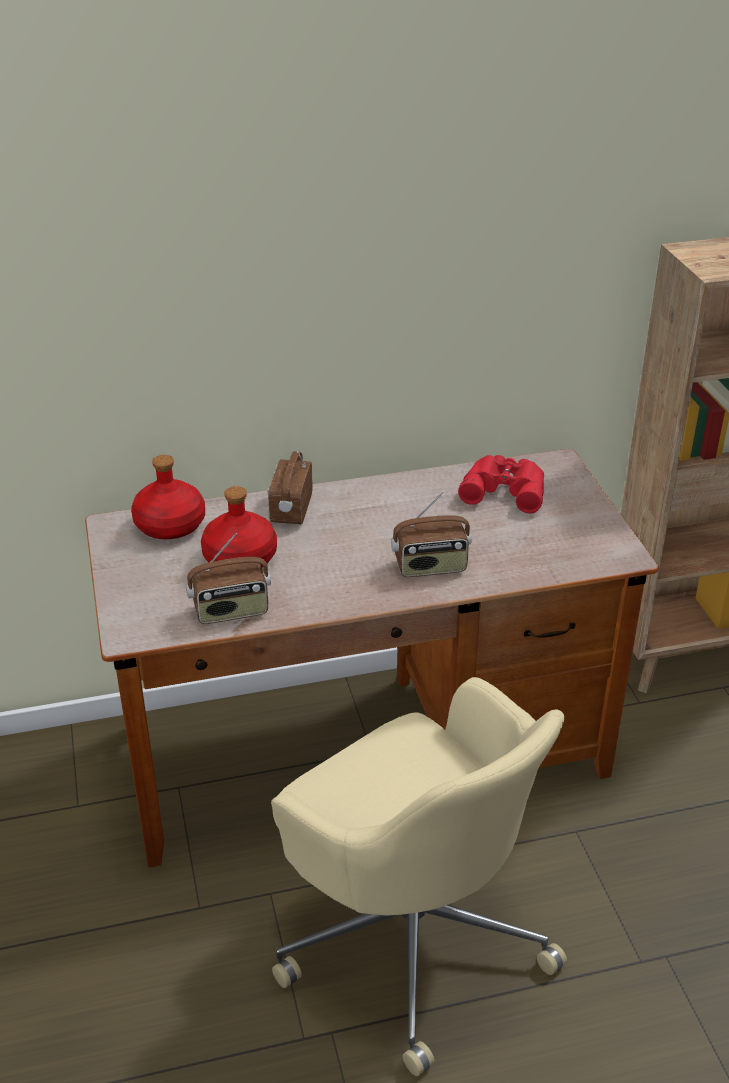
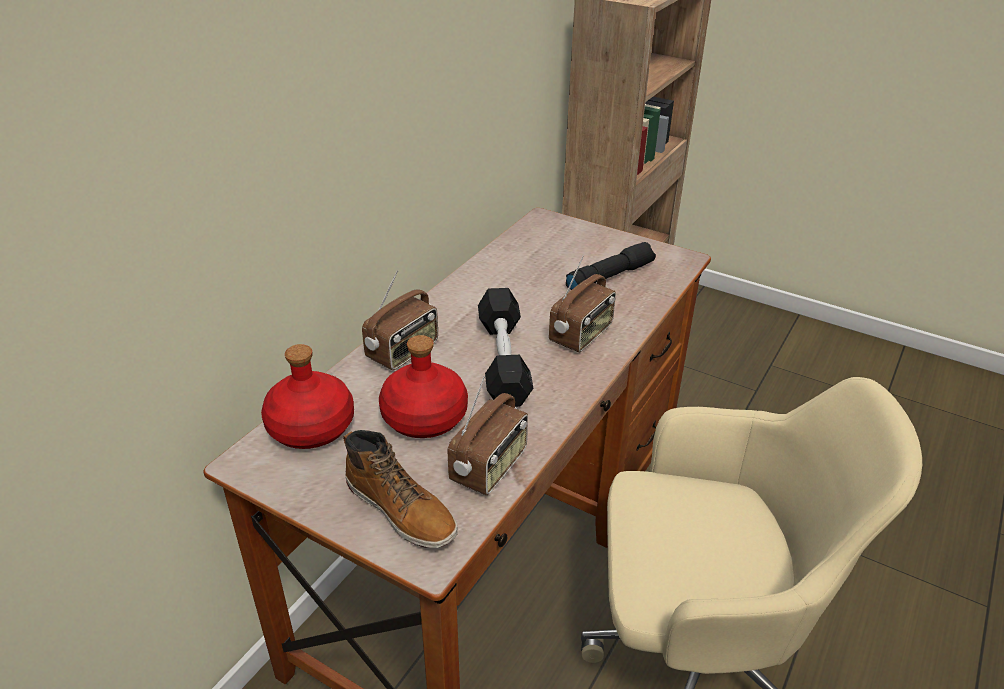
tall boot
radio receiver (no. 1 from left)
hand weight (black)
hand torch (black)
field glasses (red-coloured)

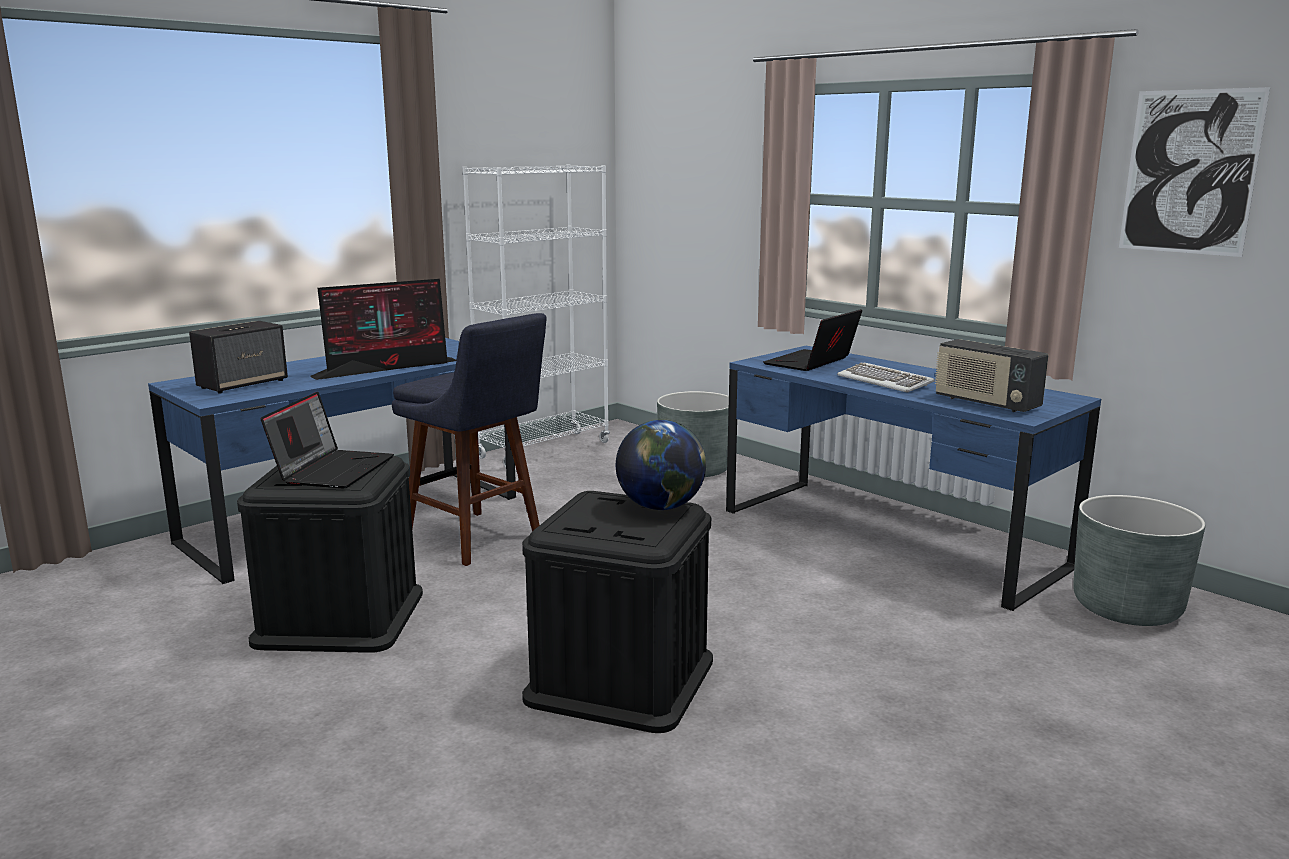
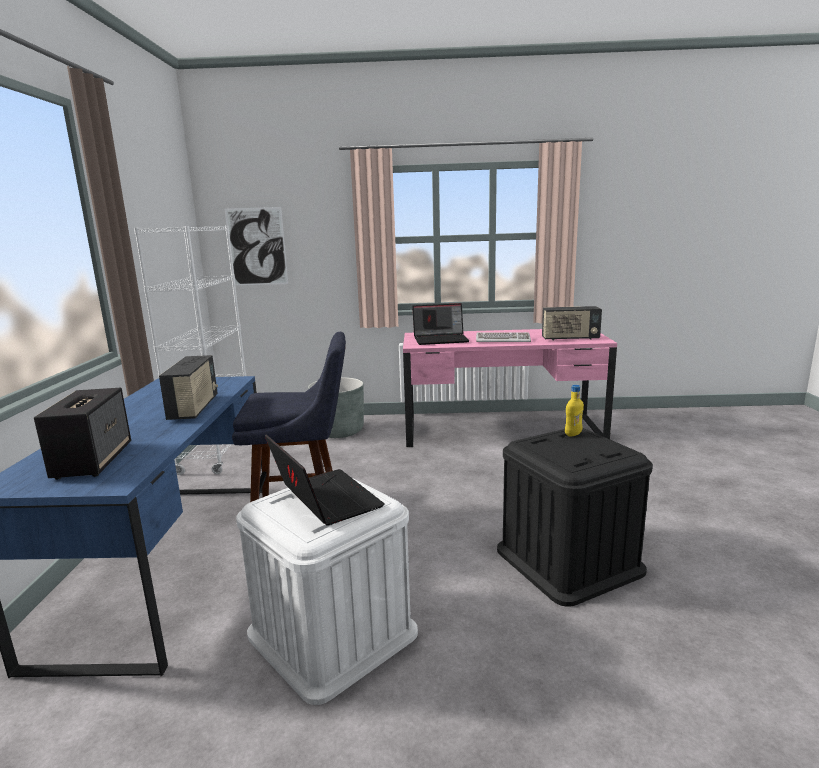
radio receiver (no. 1 from left)
picture
storage bin (white)
desk table (pink-coloured)
notebook computer (no. 2 from left)
beverage bottle (yellow)
planter (greyish) (no. 2 from left in the first image)

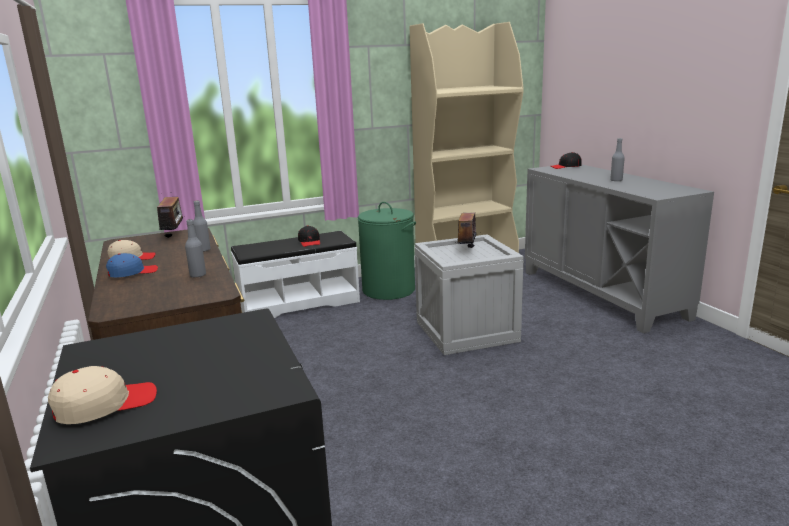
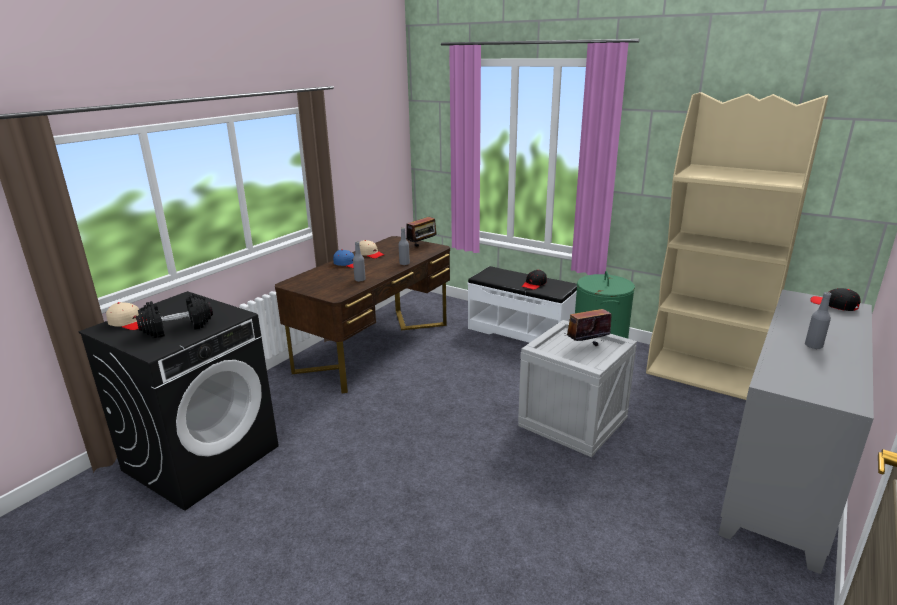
hand weight (black)

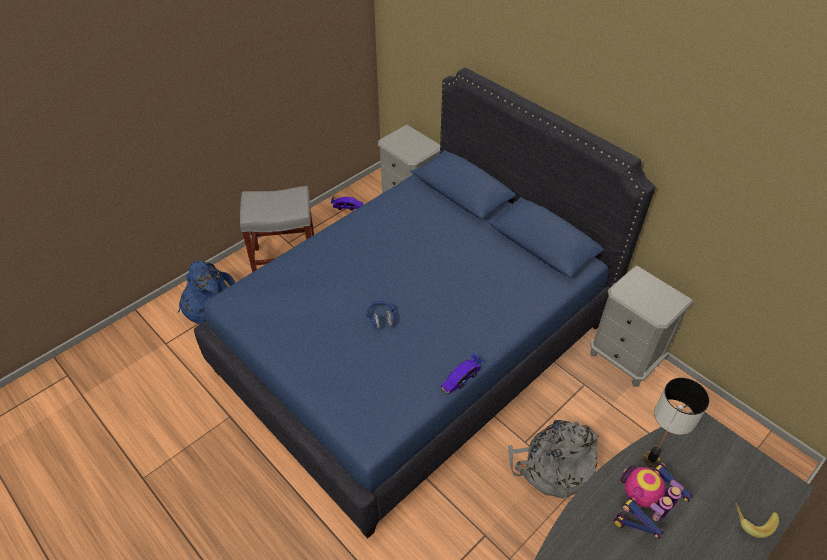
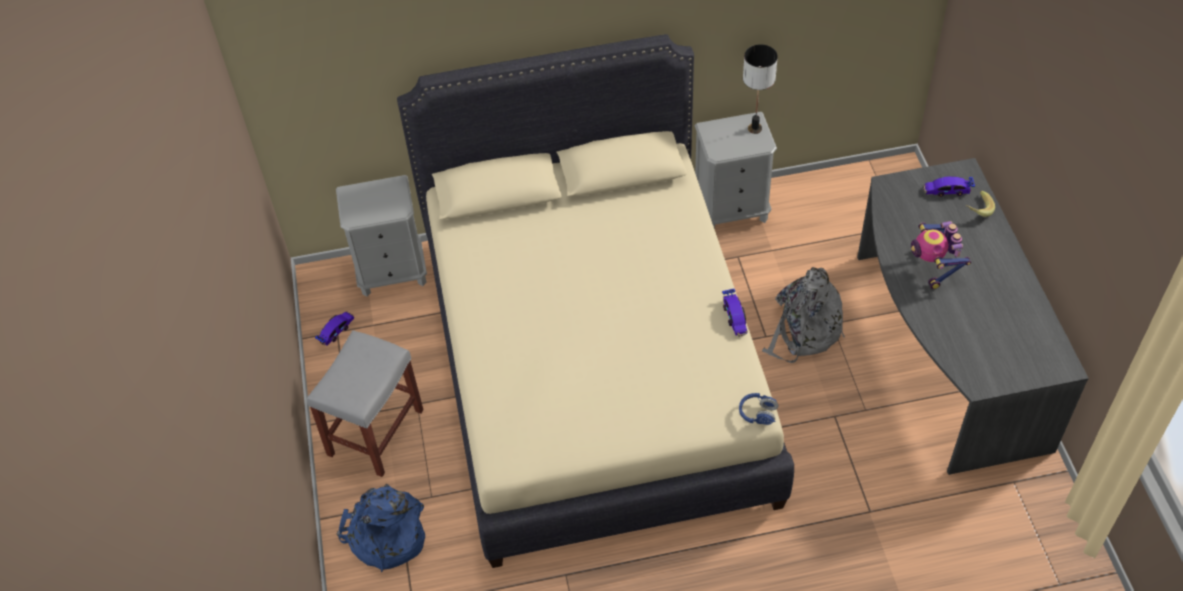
bedroom bed (beige-coloured)
headphones (bluish)
table lamp
model car (no. 3 from left)

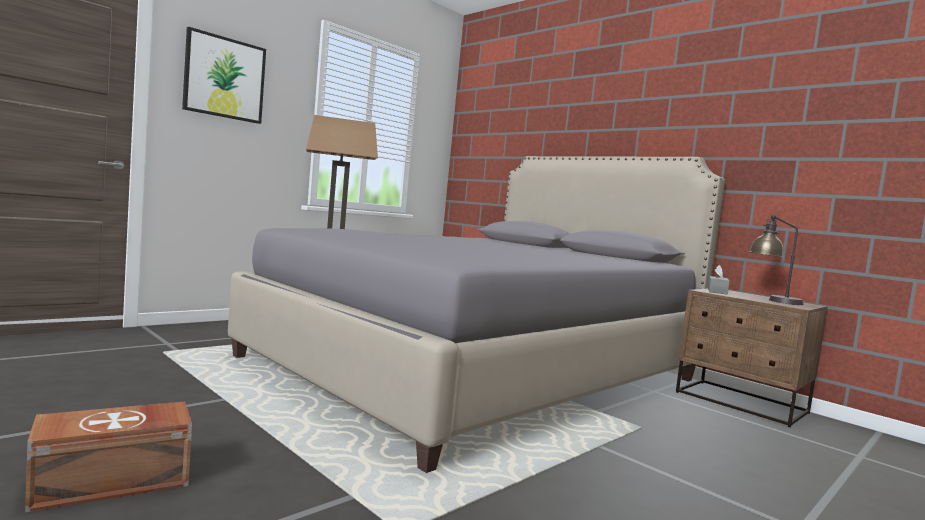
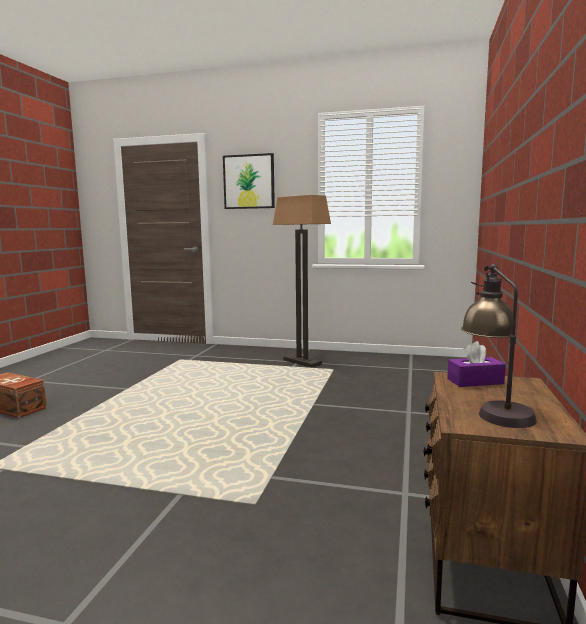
tissue box (purplish)
bedroom bed (greyish)

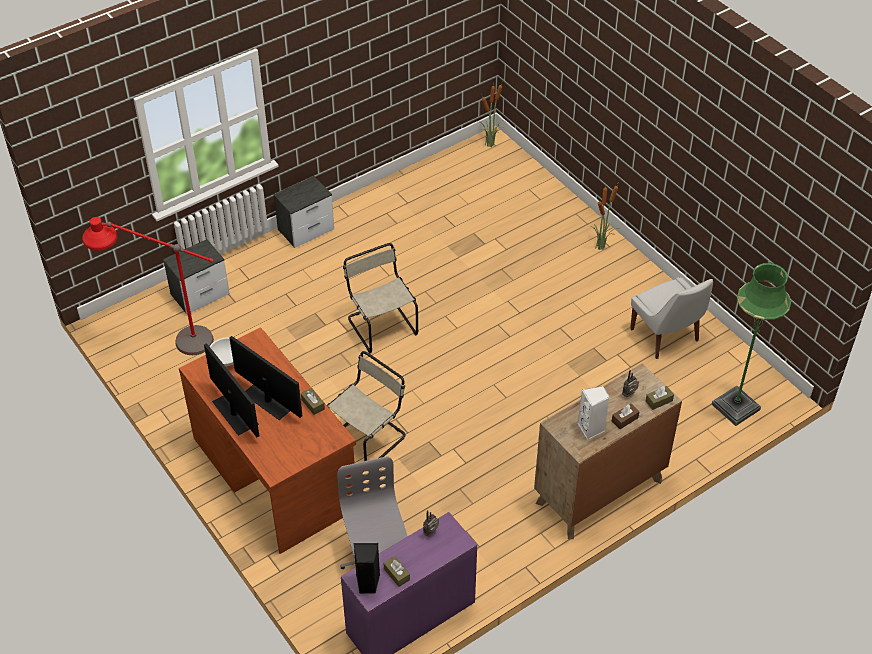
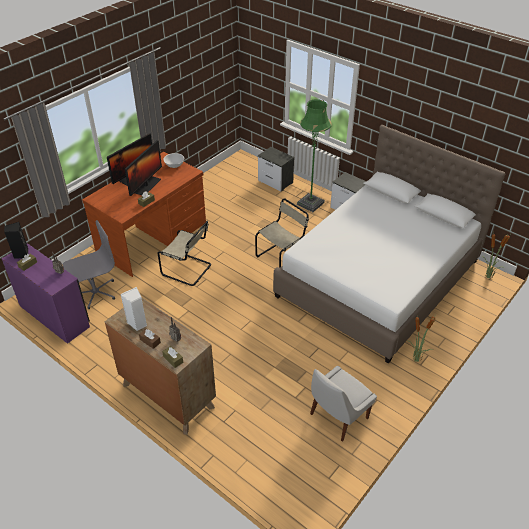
bedroom bed (white)
standing lamp (green-coloured)
standing lamp (red-coloured)

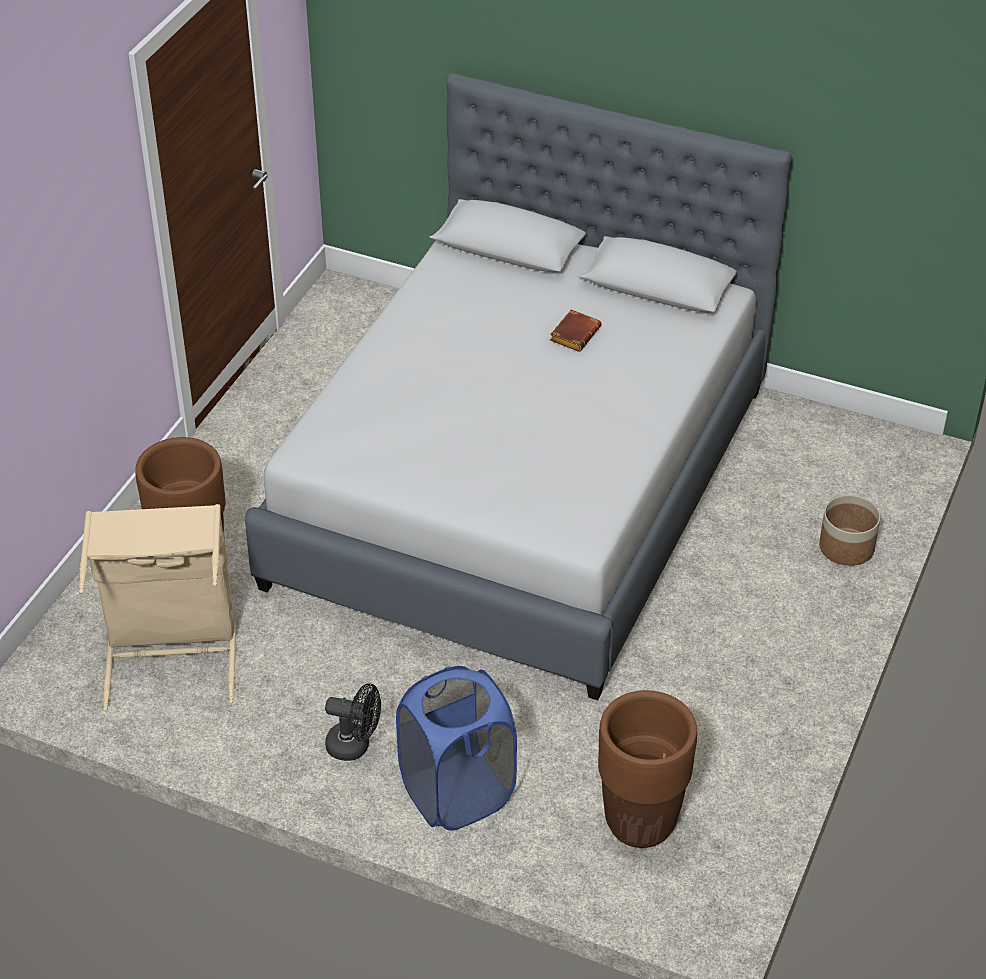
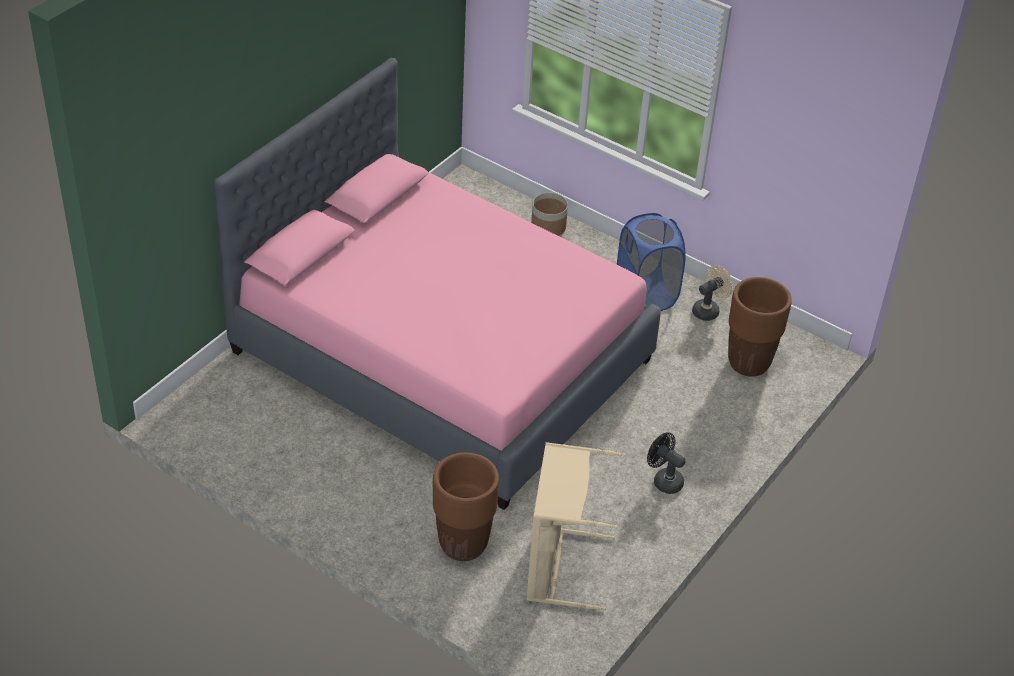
bedroom bed (pink-coloured)
washing basket (bluish)
cooling fan (black)
cooling fan (beige-coloured)
book (brown-coloured)

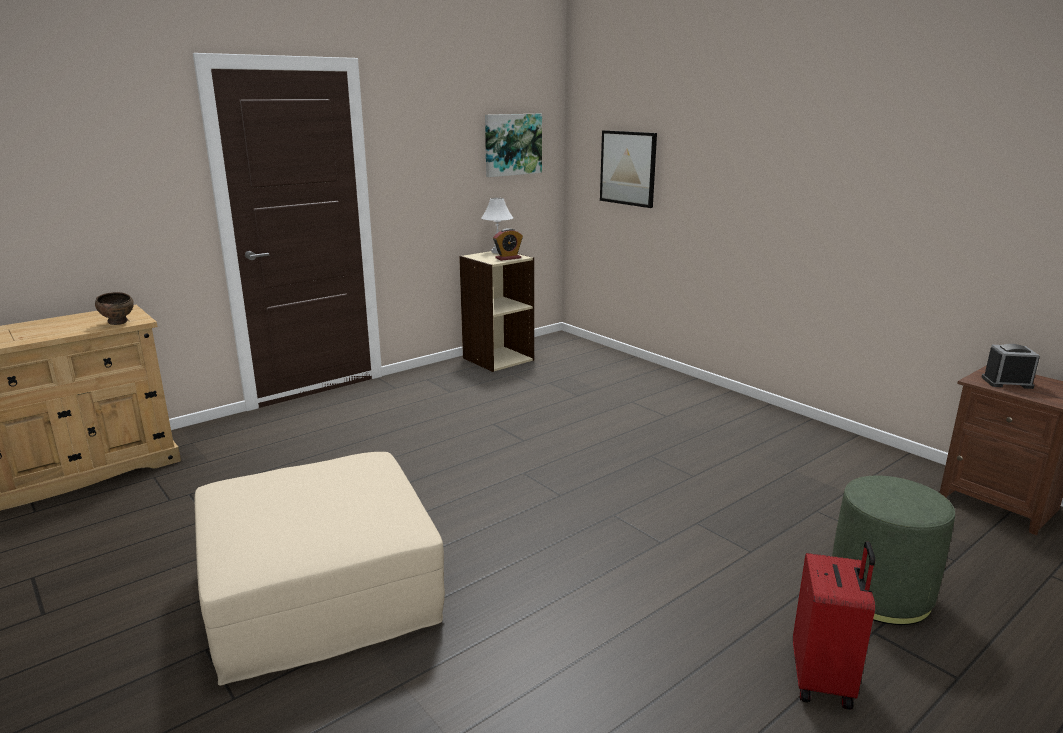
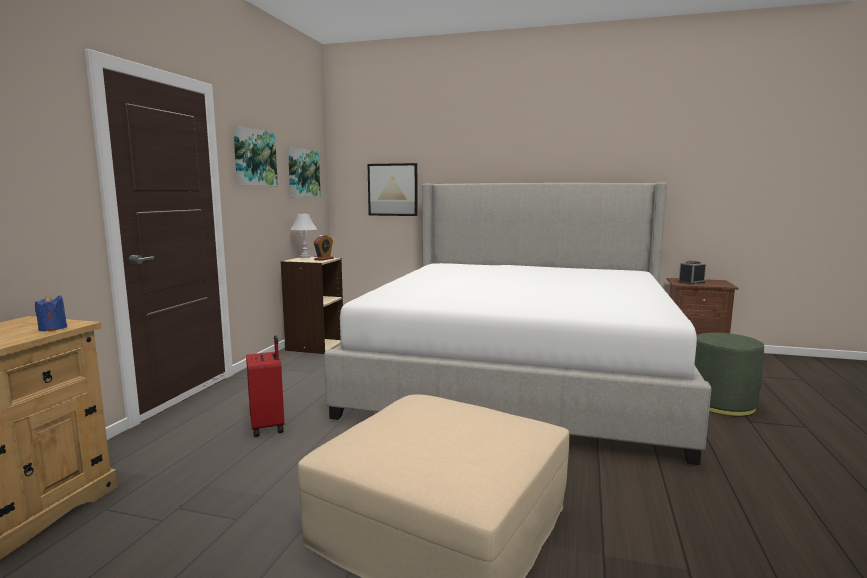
wax light (bluish)
picture (no. 1 from left)
piece of luggage (red-coloured)
bedroom bed

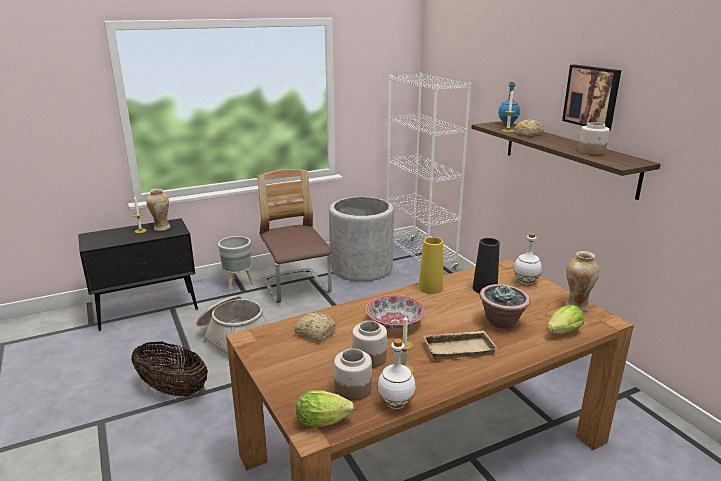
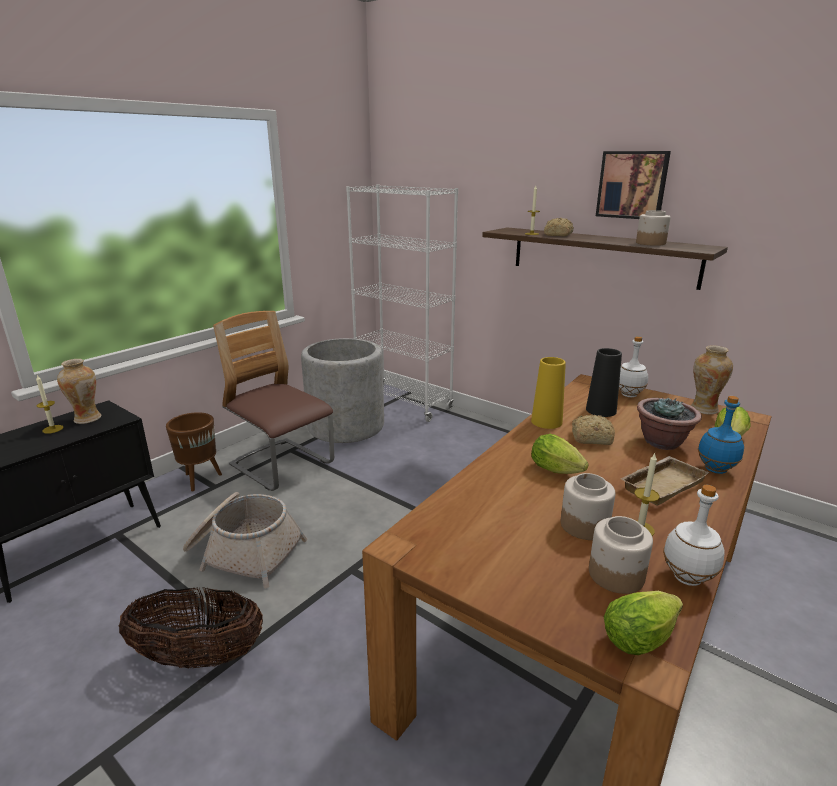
planter (brown-coloured)
lettuce (no. 1 from left)
baked bread (no. 2 from left)
beverage bottle (bluish)

